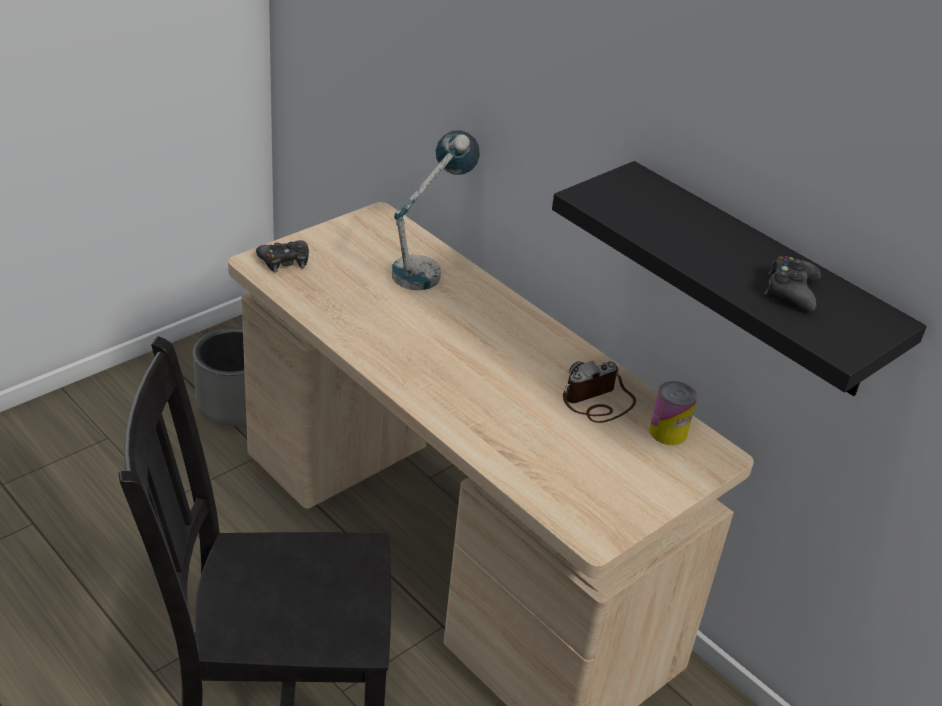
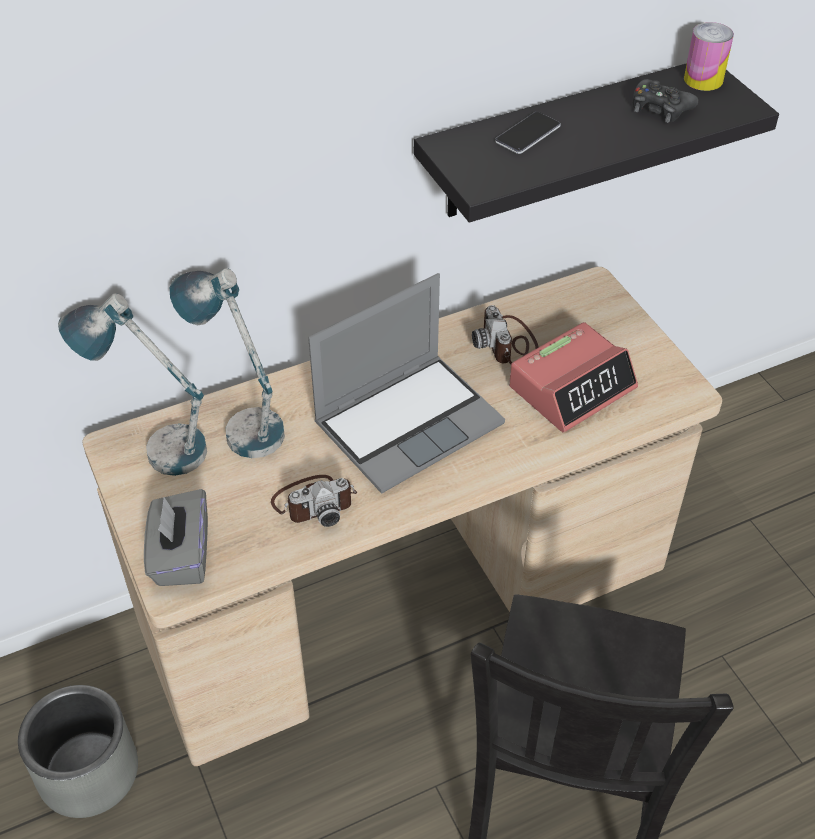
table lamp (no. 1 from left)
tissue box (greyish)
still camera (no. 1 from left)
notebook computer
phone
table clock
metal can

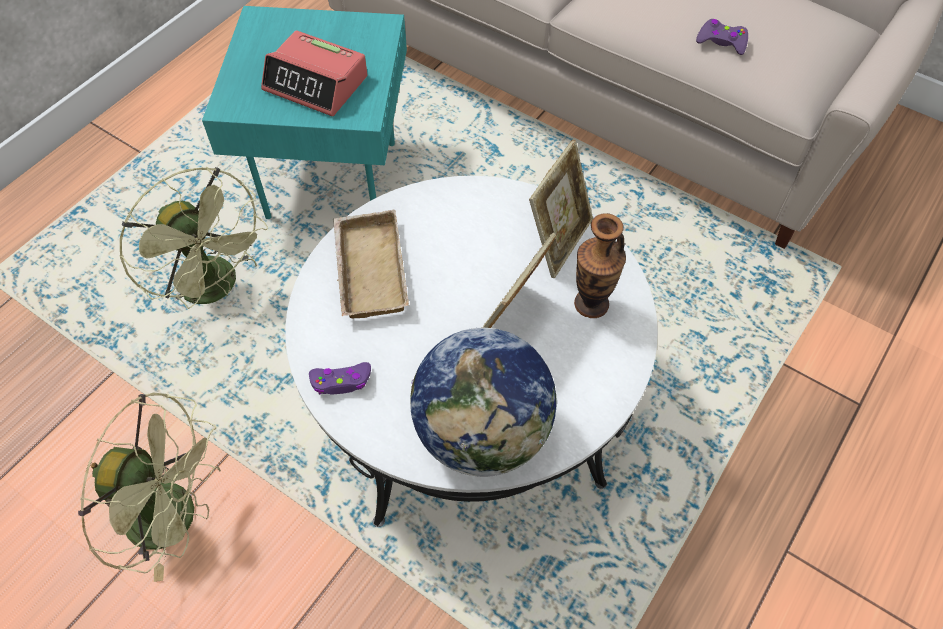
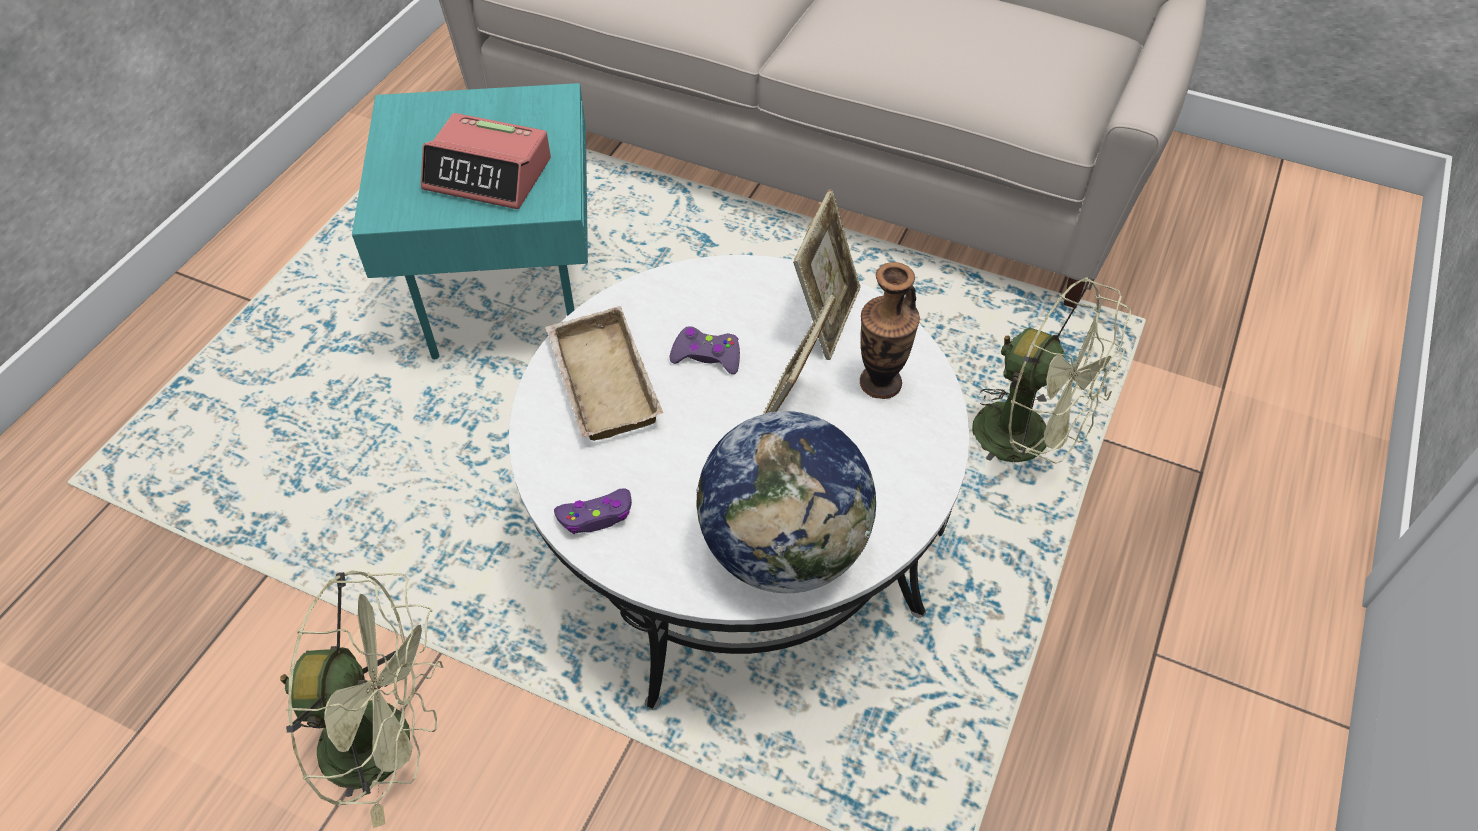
joypad (purplish) (no. 2 from left)
cooling fan (green-coloured) (no. 2 from left)

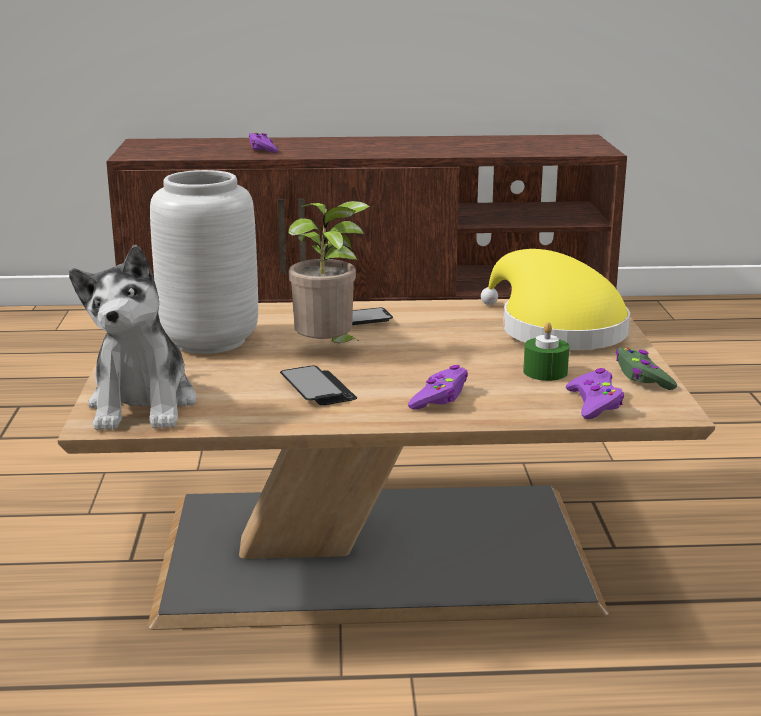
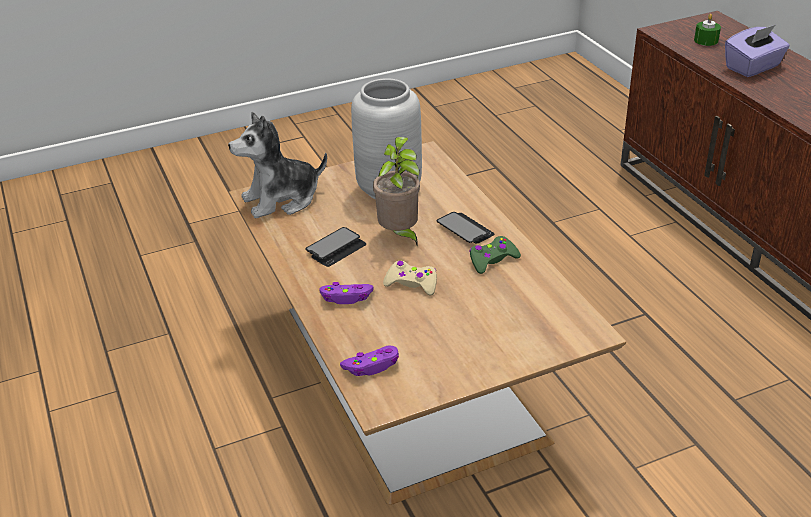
joypad (beige-coloured)
joypad (green-coloured)
wax light (green-coloured)
tissue box (purplish)
wearable hat (yellow)

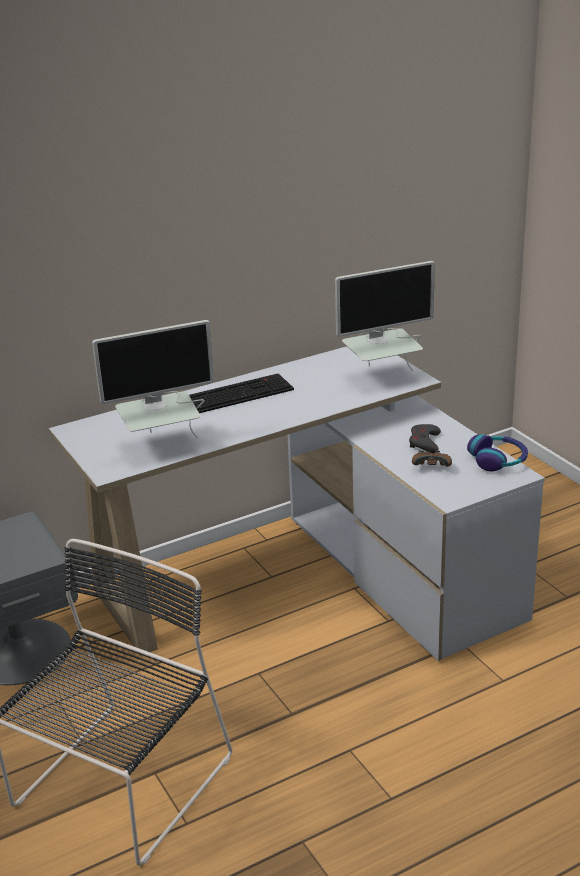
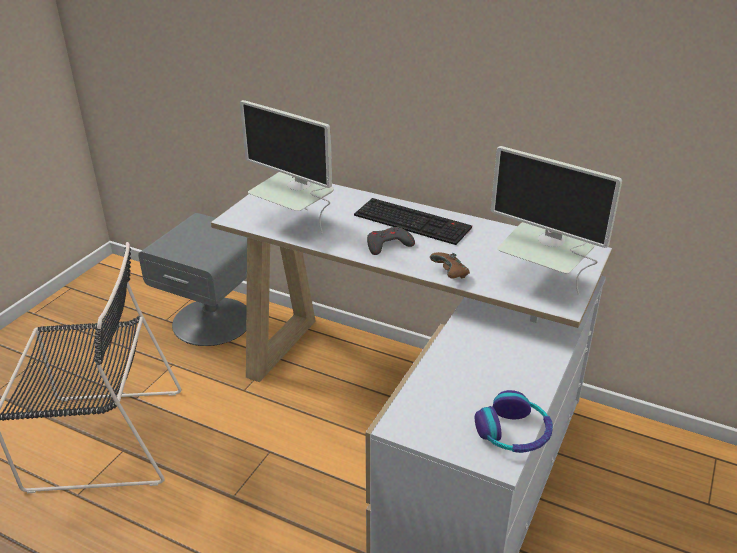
joypad (greyish)
joypad (brown-coloured)

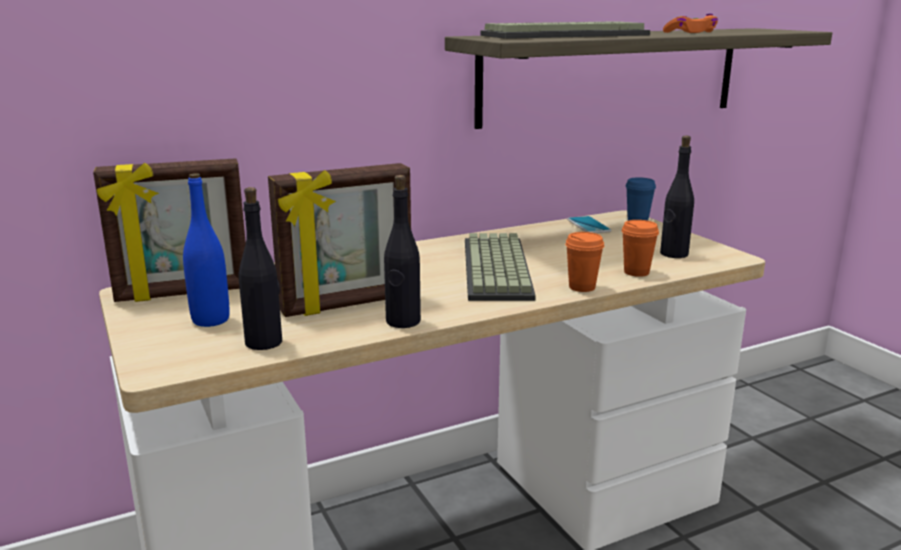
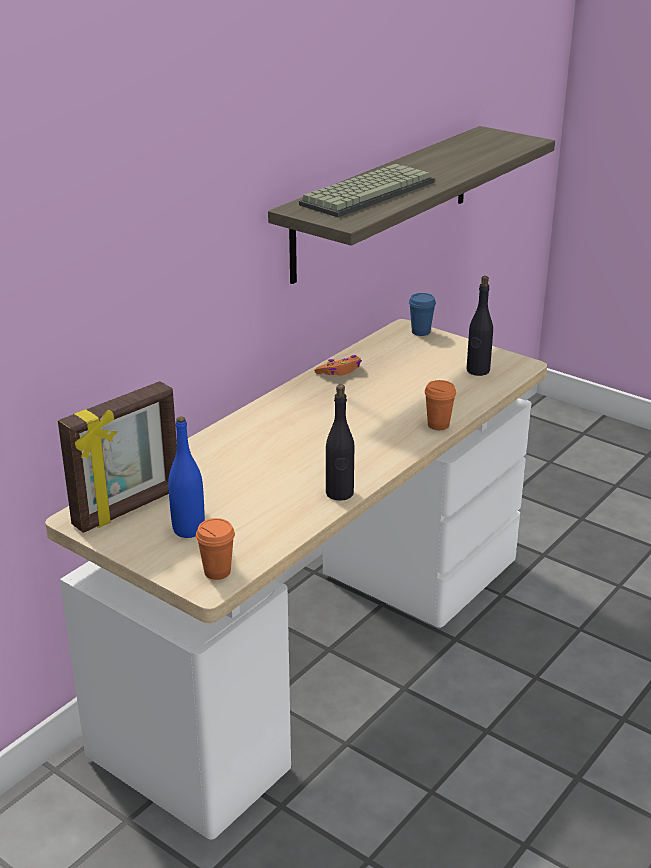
drinking cup (orange-coloured) (no. 1 from left)
joypad (orange-coloured)
beverage bottle (black) (no. 1 from left in the first image)
photo frame (no. 2 from left in the first image)
keyboard (no. 1 from left in the first image)
phone

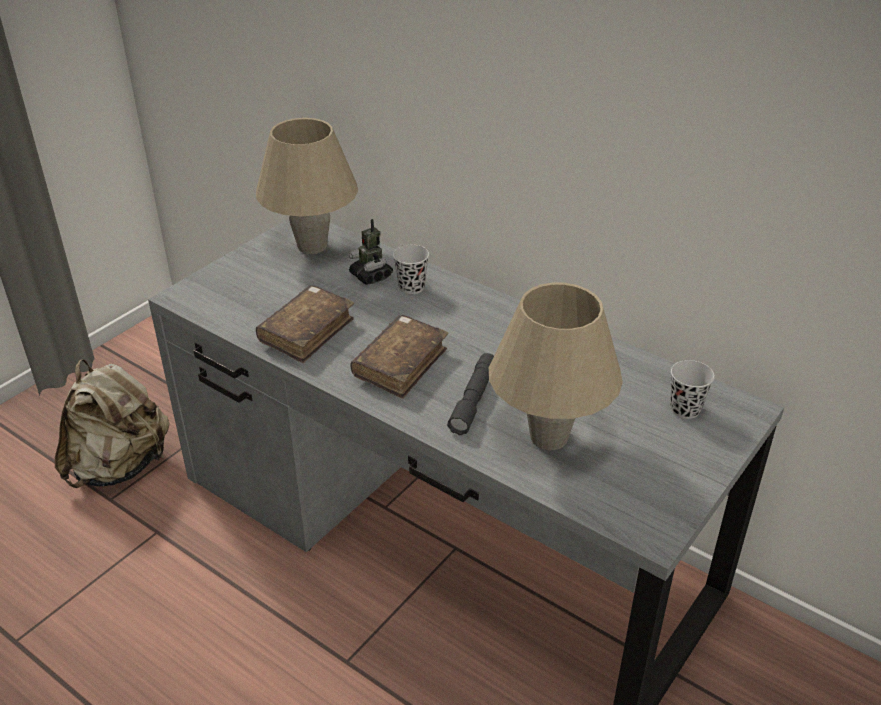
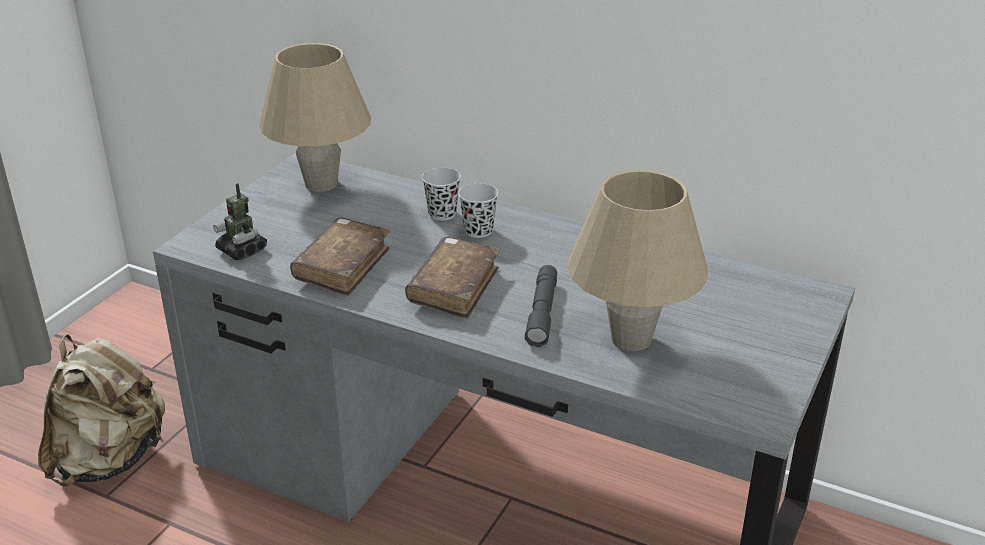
robot figure
drinking cup (black) (no. 2 from left)

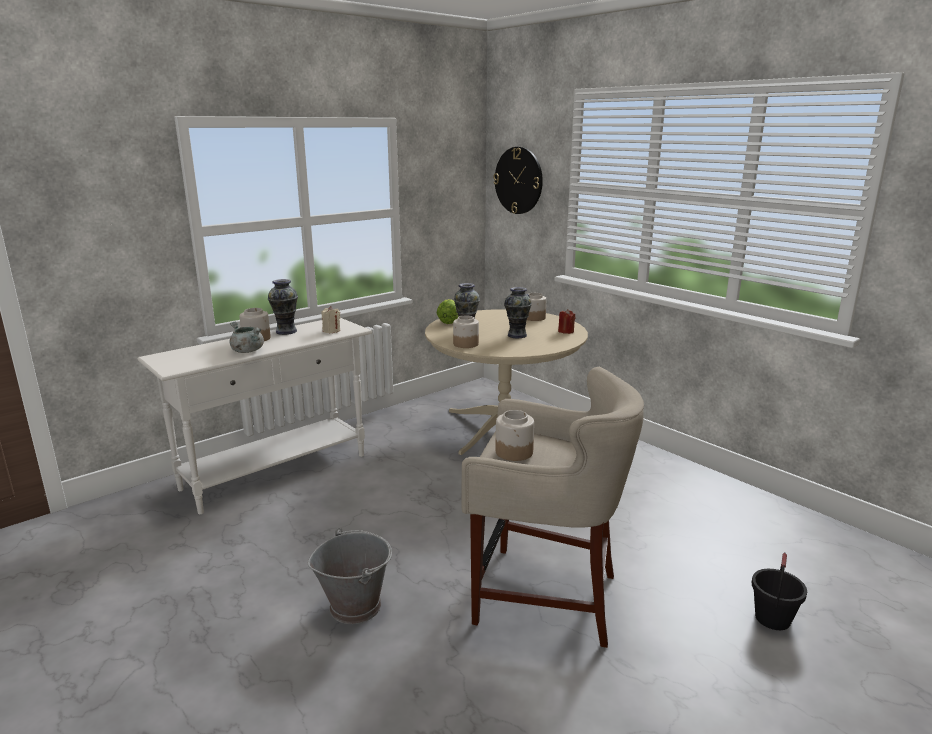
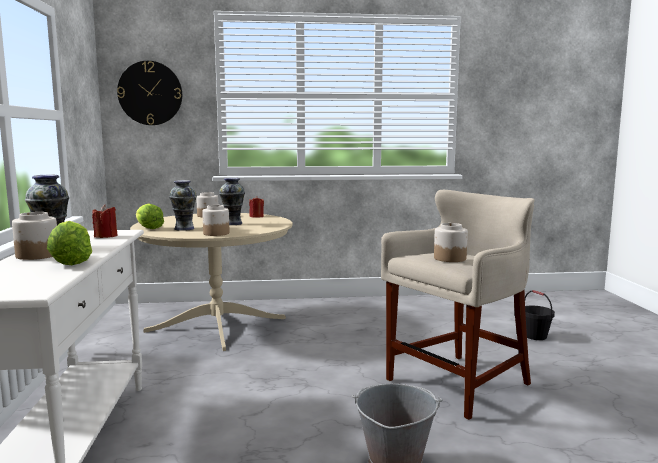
lettuce (no. 1 from left)
wax light (red-coloured) (no. 1 from left)

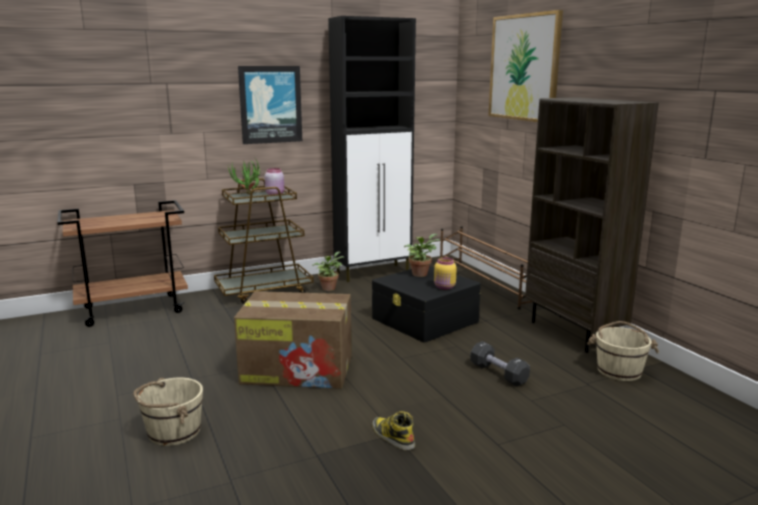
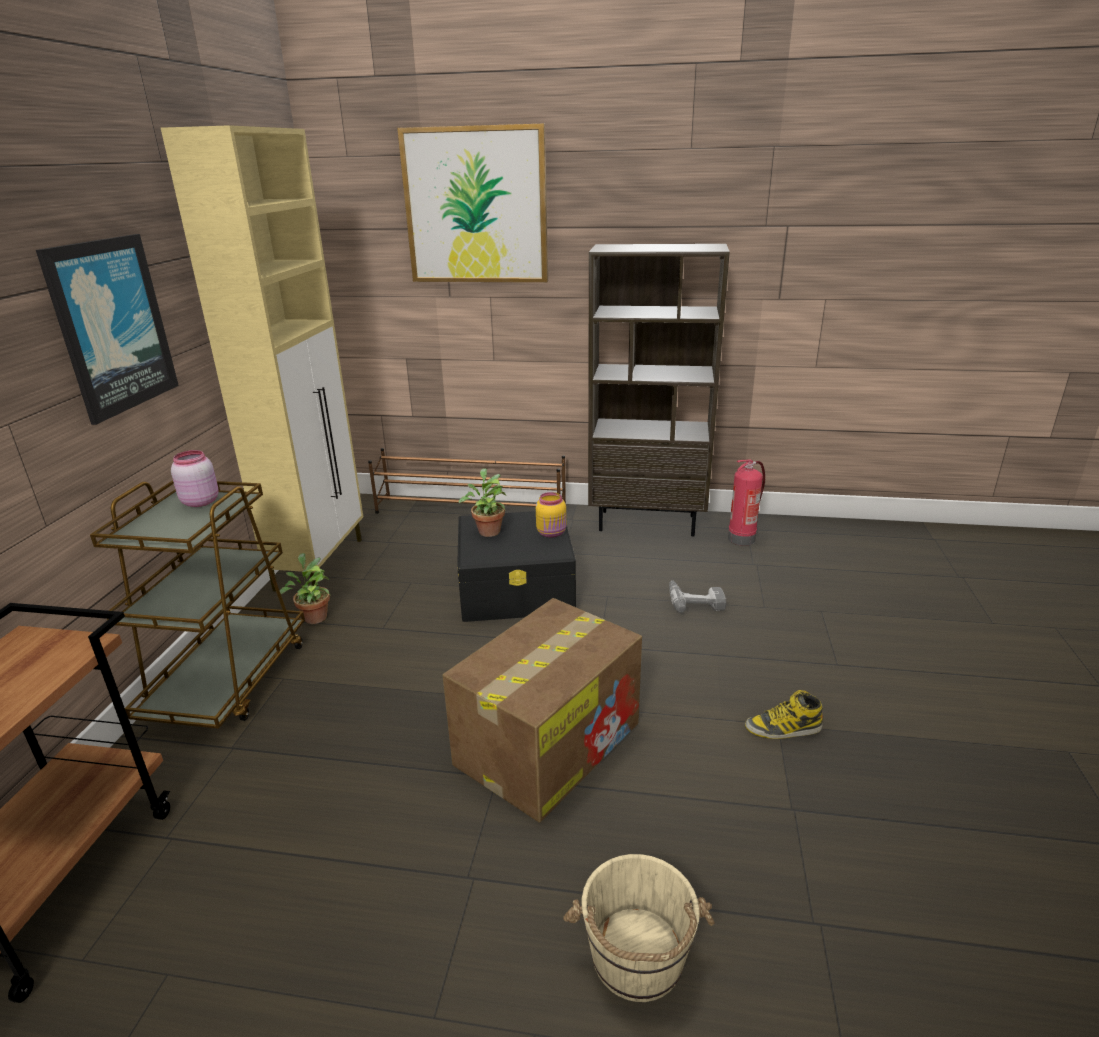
cupboard (beige-coloured)
electric drill
fire-fighting cylinder
plant in a pot (no. 1 from left in the first image)

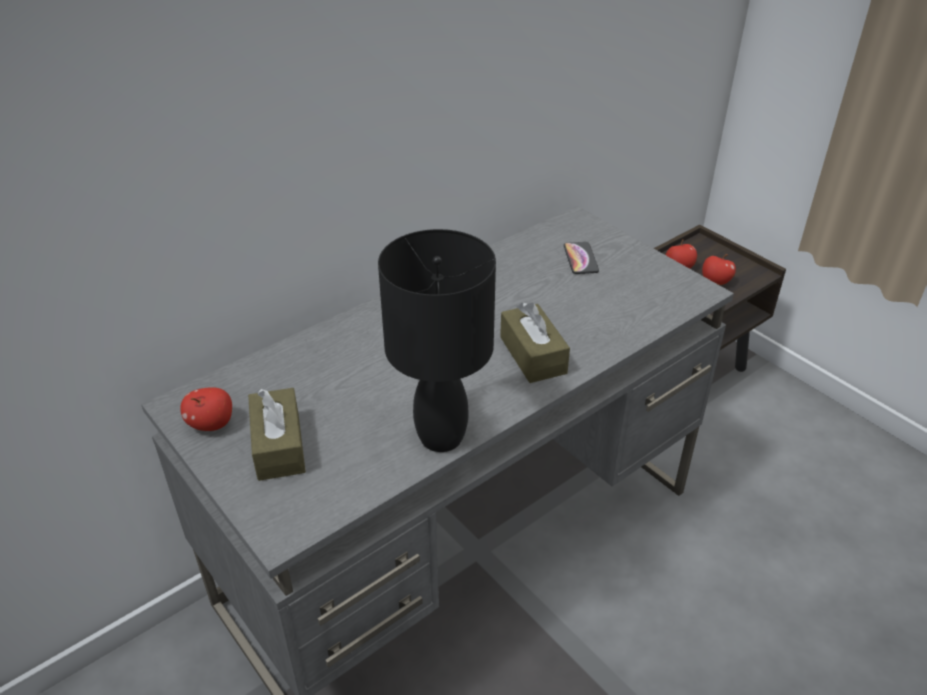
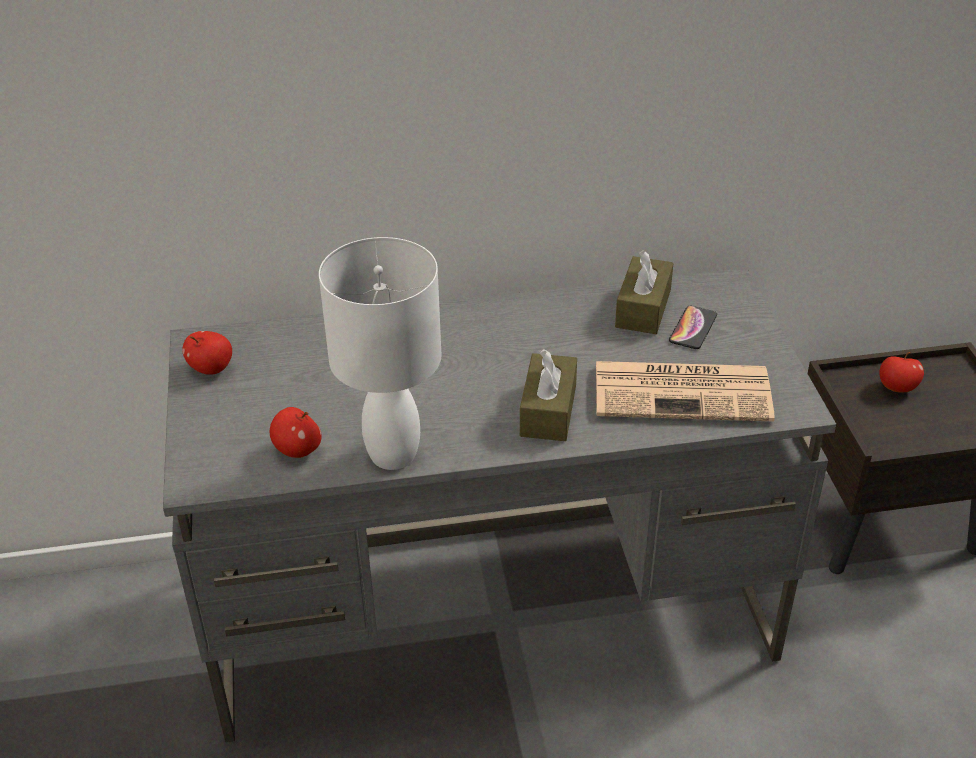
apple (no. 2 from left)
table lamp (white)
daily paper
tissue box (brown-coloured) (no. 2 from left)

